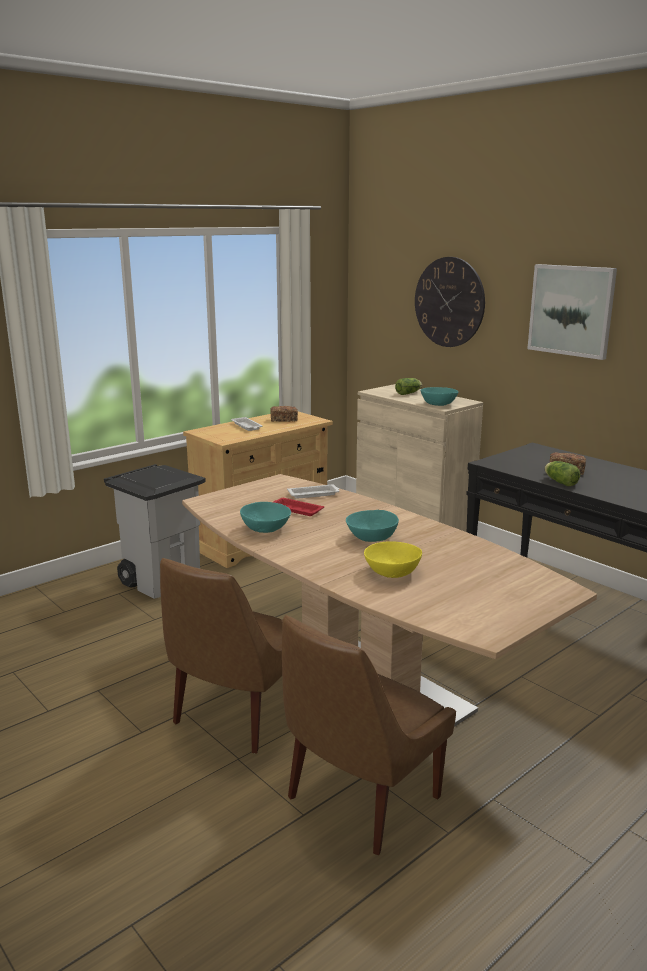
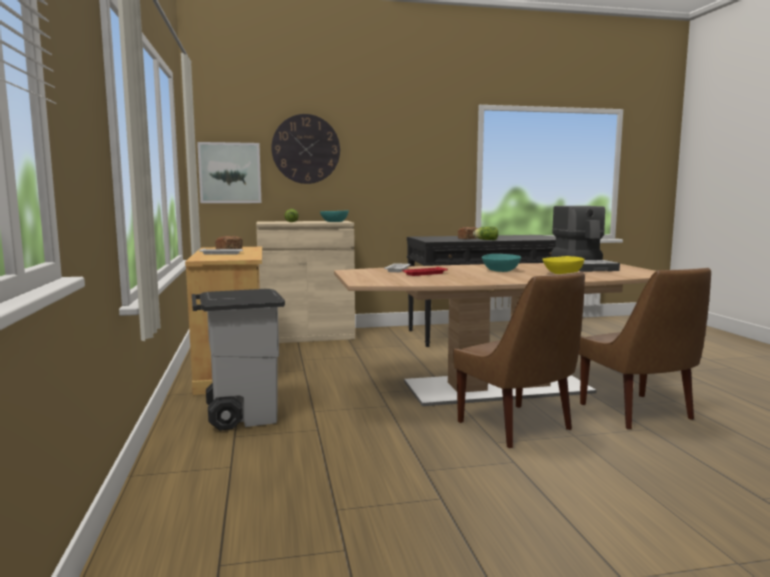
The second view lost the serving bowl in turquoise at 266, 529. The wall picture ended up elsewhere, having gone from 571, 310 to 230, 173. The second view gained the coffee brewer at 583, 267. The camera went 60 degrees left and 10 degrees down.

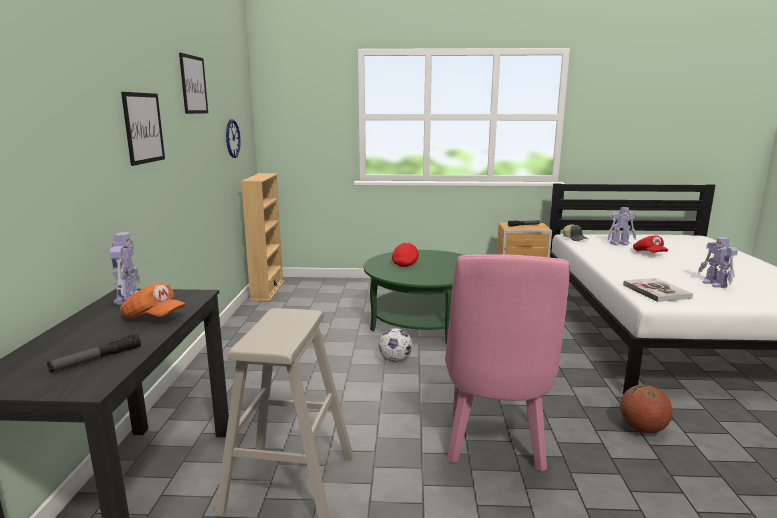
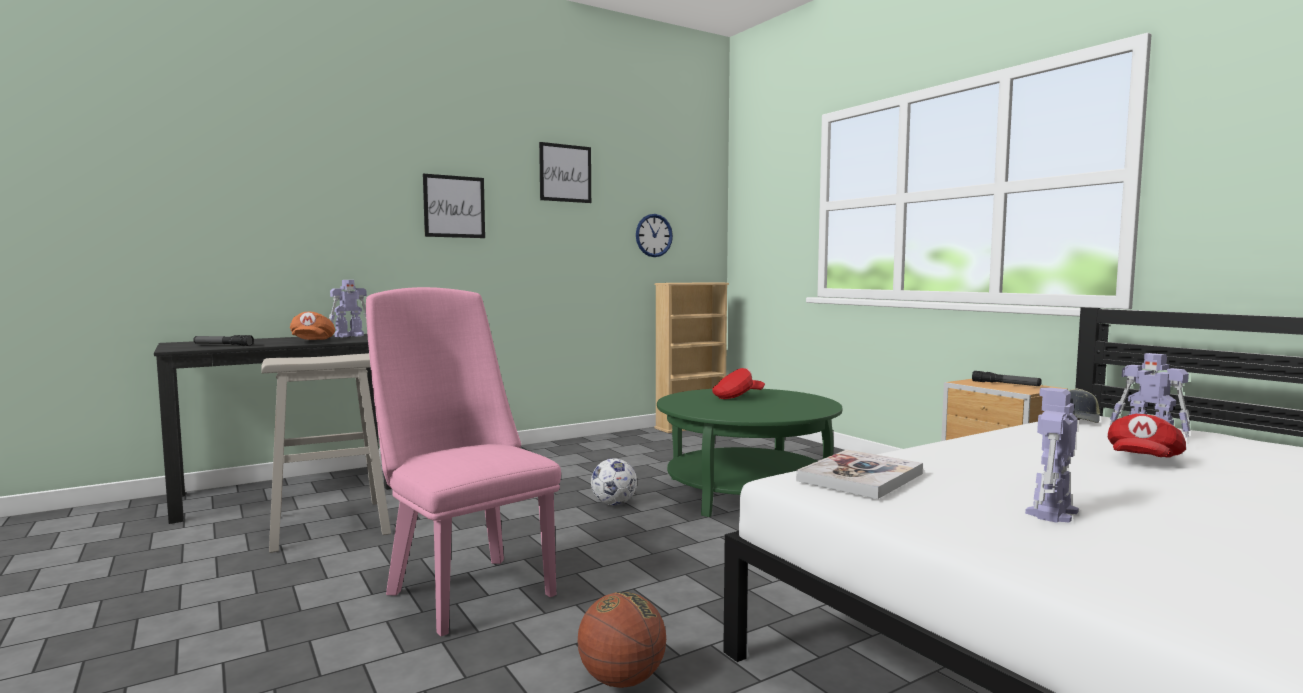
The plain chair in pinkish at 495, 447 ended up facing another way, 75 degrees clockwise from before. The camera went 55 degrees right and 10 degrees down.

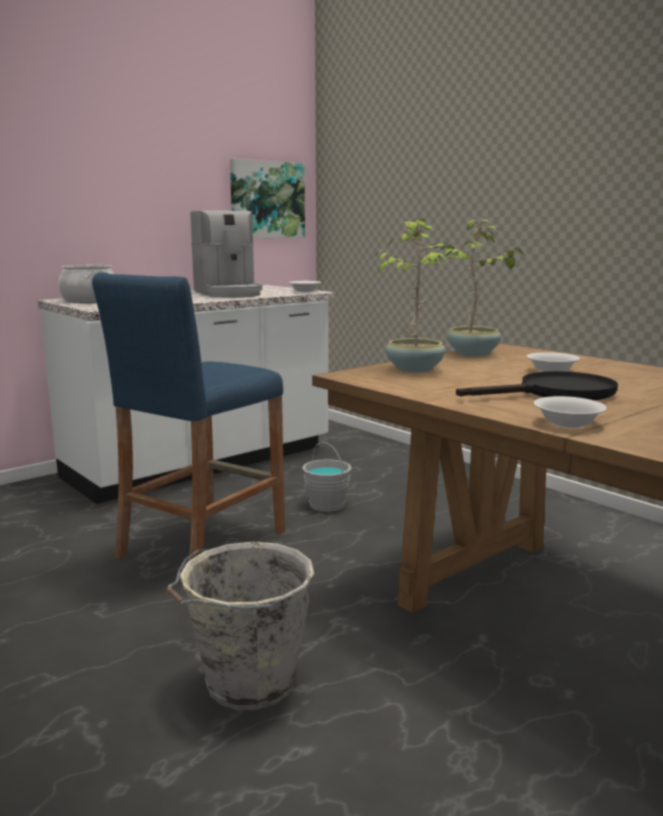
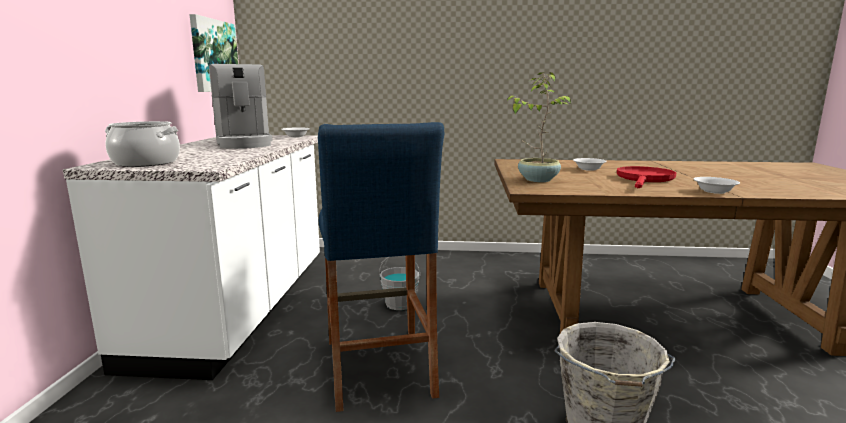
The coffee brewer at 228, 293 ended up facing another way, 45 degrees clockwise from before. The second view lost the potted plant at 474, 354. What was the pan in black at 555, 393 turned into the pan in reddish at 644, 179. The camera went 45 degrees left and 0 degrees up.

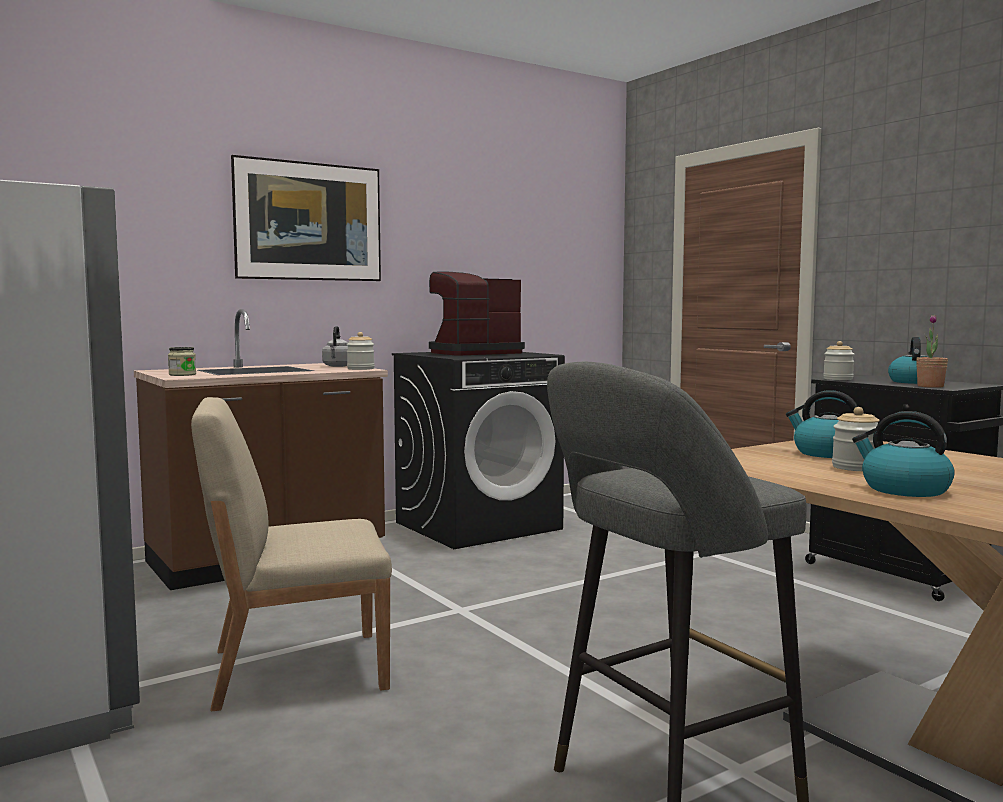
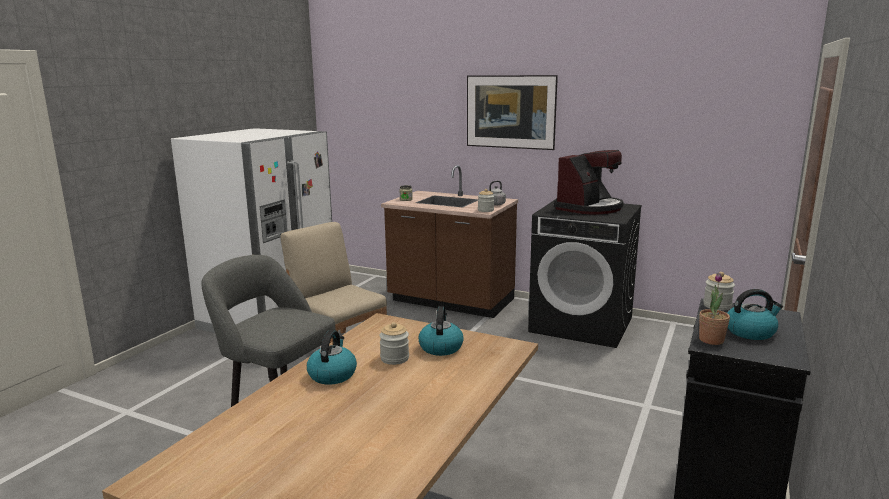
The coffee brewer at 472, 353 ended up facing another way, 105 degrees clockwise from before. The camera went 60 degrees right and 10 degrees up.

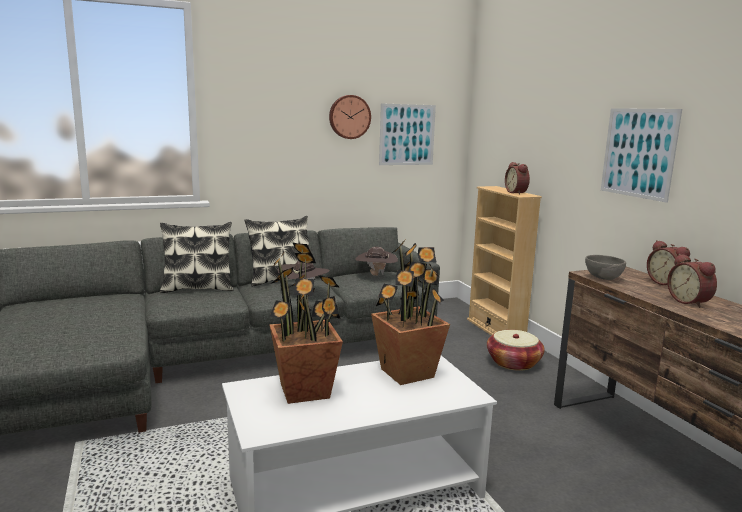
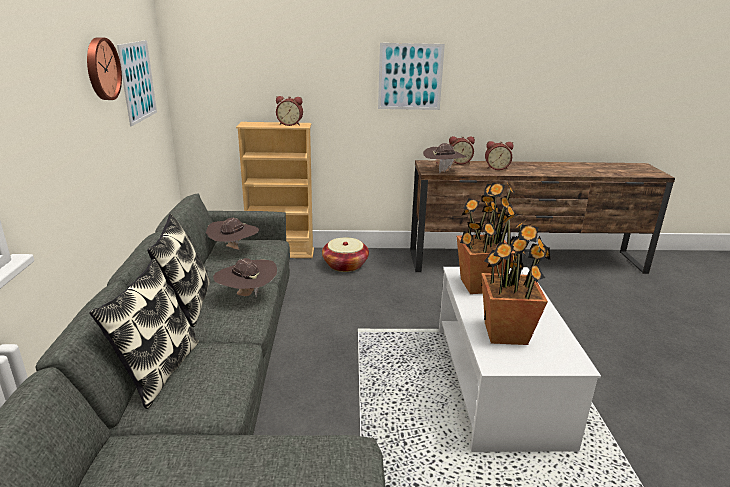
Where the serving bowl in grey stood at 603, 278, the hat in brownish came to stand at 443, 171. The camera went 70 degrees left and 10 degrees up.

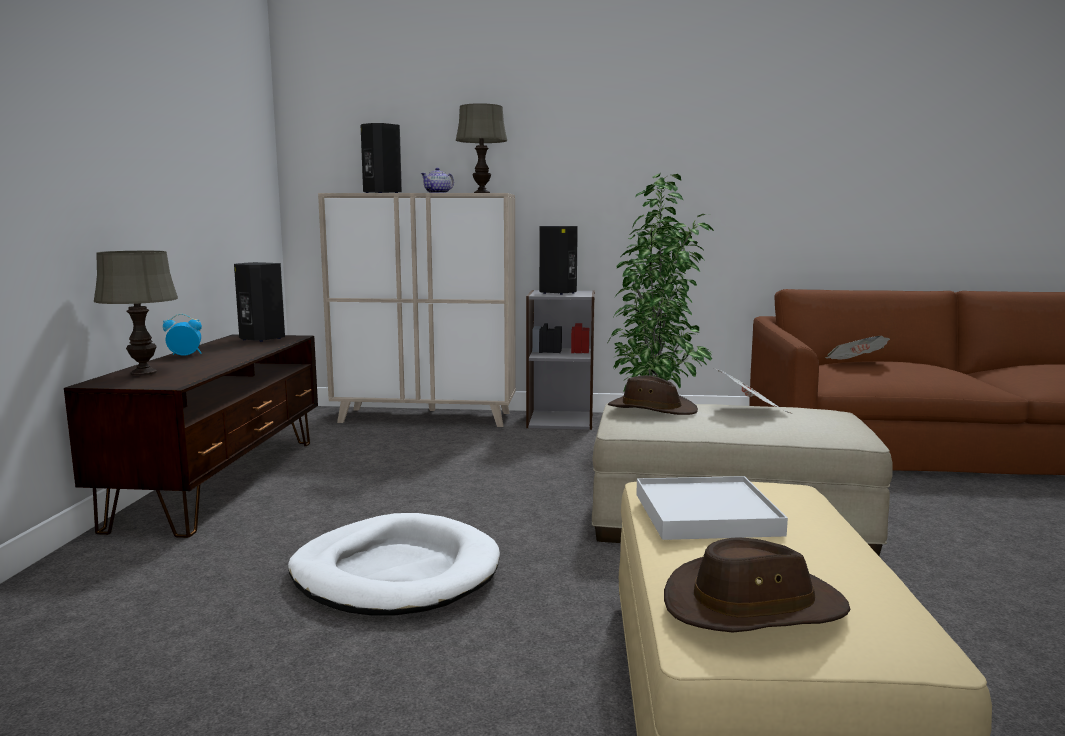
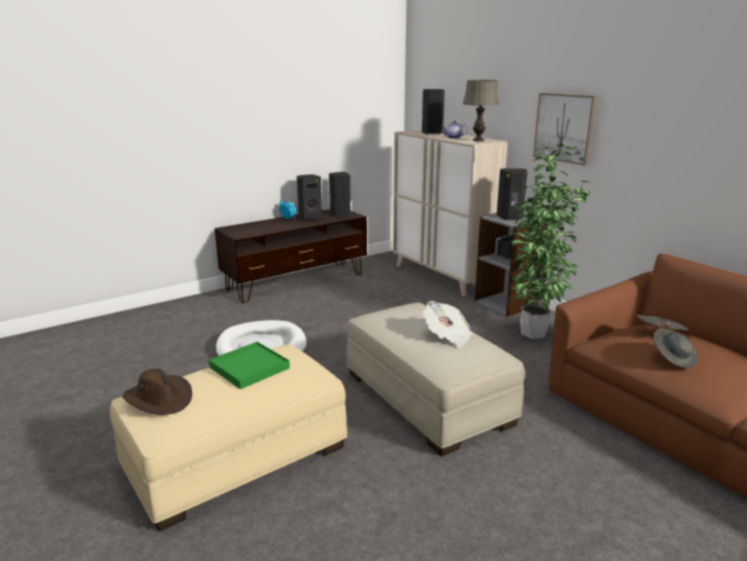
The second view lost the lamp for a table in grey at 144, 373. The second view lost the hat in brownish at 651, 409. What was the carrying tray in white at 706, 514 turned into the carrying tray in greenish at 249, 368. The second view gained the audio speaker in black at 309, 217. The second view gained the wall picture at 564, 128. The second view gained the hat in grey at 673, 358. The camera went 50 degrees right and 10 degrees up.

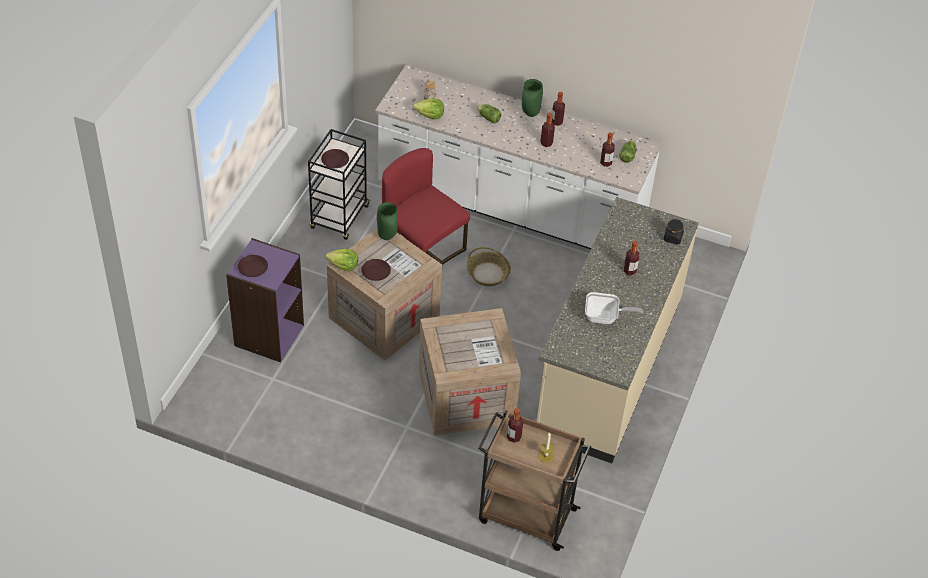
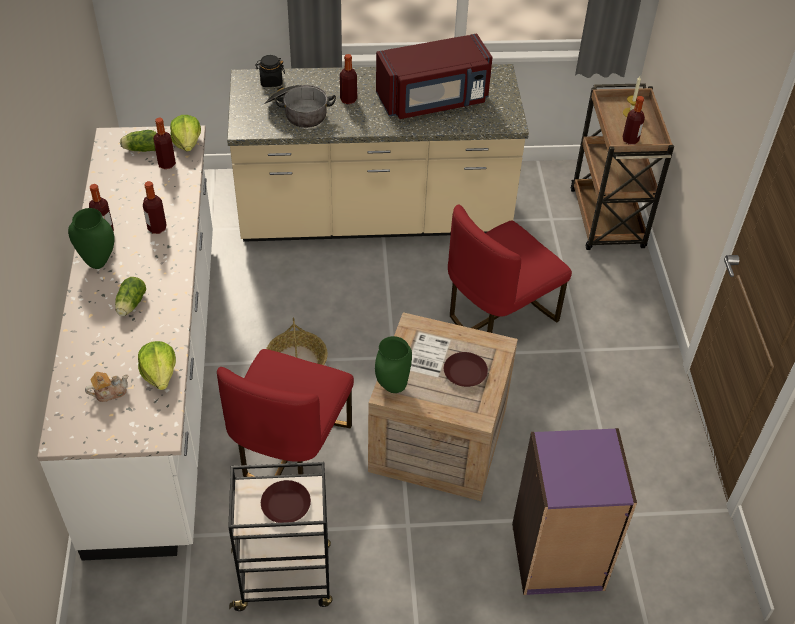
The second view lost the dinner plate in brownish at 252, 268. The head of lettuce ended up elsewhere, having gone from 343, 266 to 187, 143. Where the shipping crate stood at 467, 395, the plain chair in reddish came to stand at 499, 314. Where the pan stood at 604, 317, the microwave oven in reddish came to stand at 433, 100. The second view gained the stockpot at 298, 113. The camera went 115 degrees left and 0 degrees up.

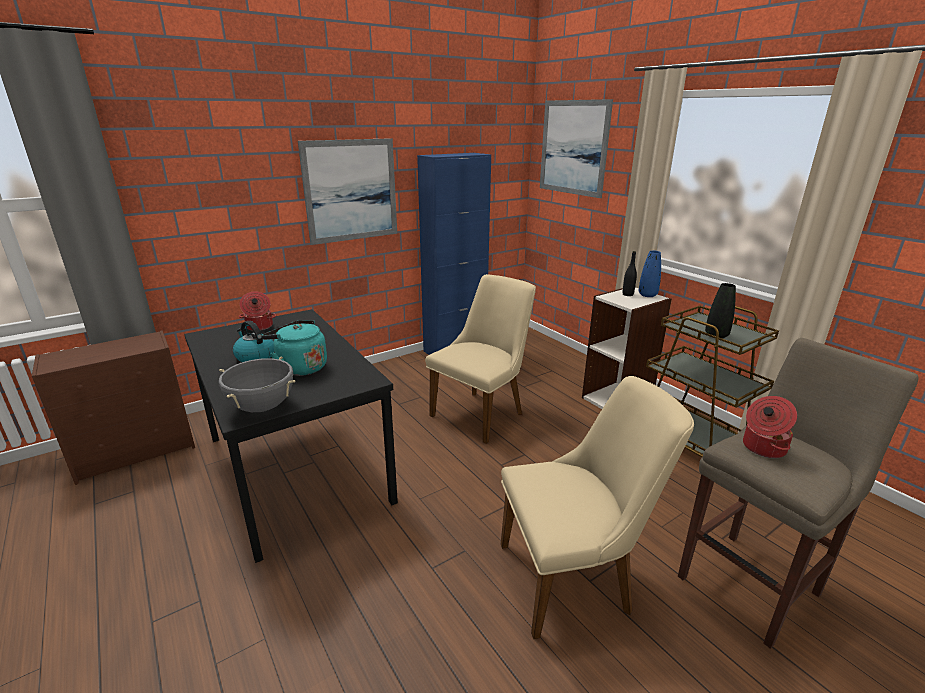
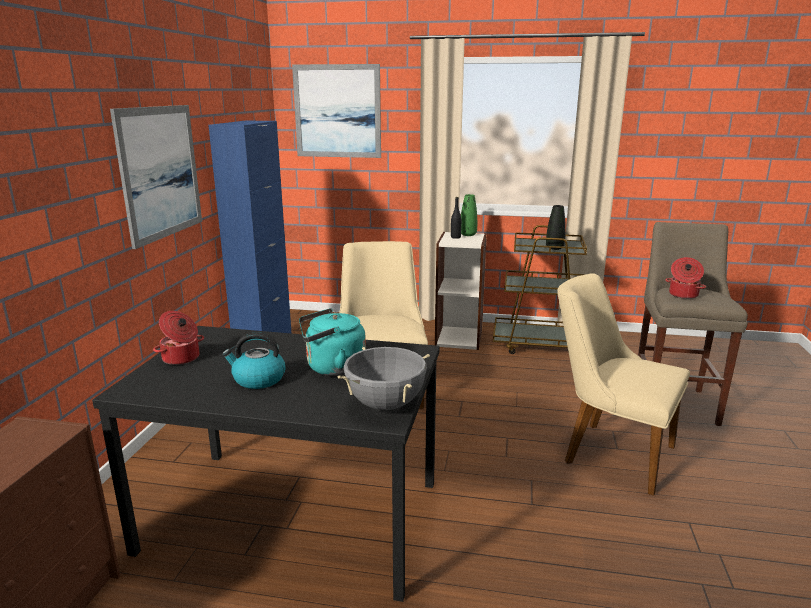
The plain chair in sand-coloured at 575, 577 ended up facing another way, 90 degrees counterclockwise from before. What was the decorative vase in blue-coloured at 647, 295 turned into the decorative vase in greenish at 468, 234. The camera went 45 degrees left and 5 degrees down.

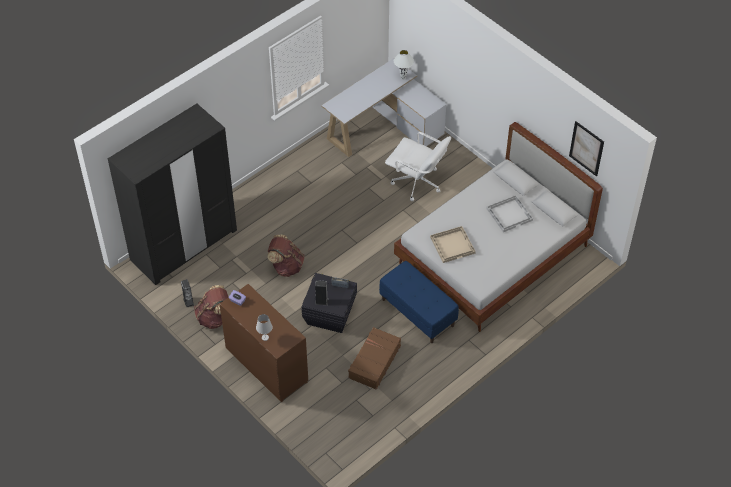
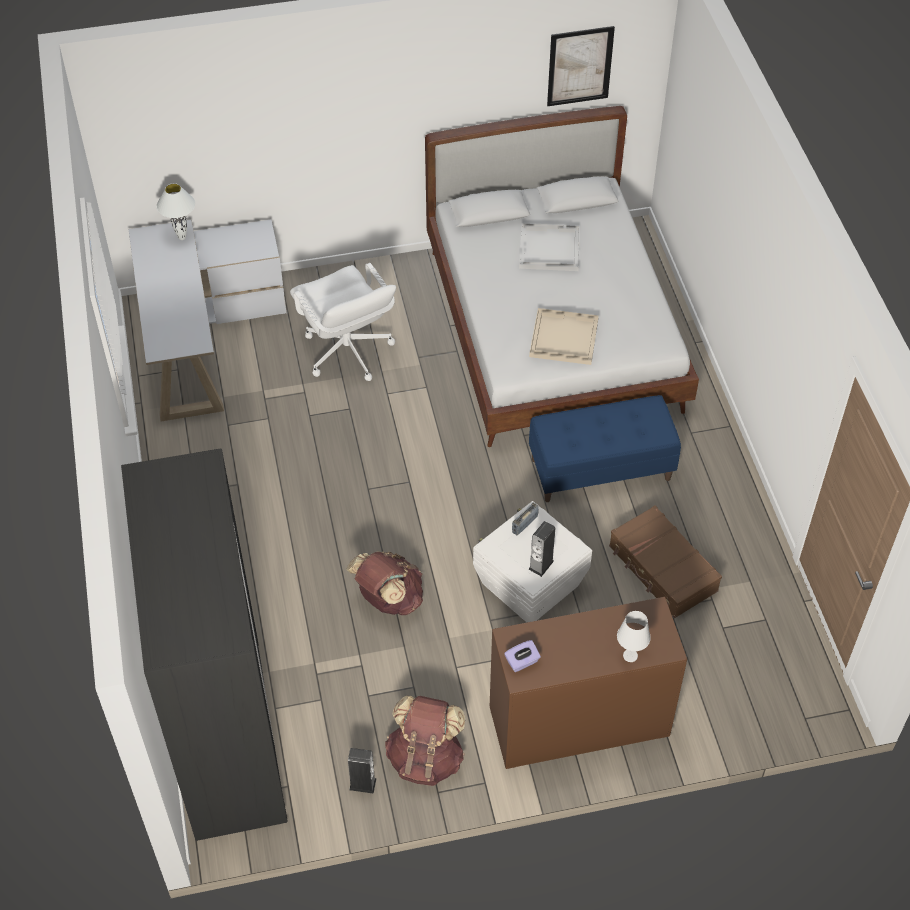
What was the storage container in black at 329, 314 turned into the storage container in white at 529, 584. The desk chair in white at 417, 183 ended up facing another way, 90 degrees clockwise from before. The camera went 60 degrees left and 0 degrees up.

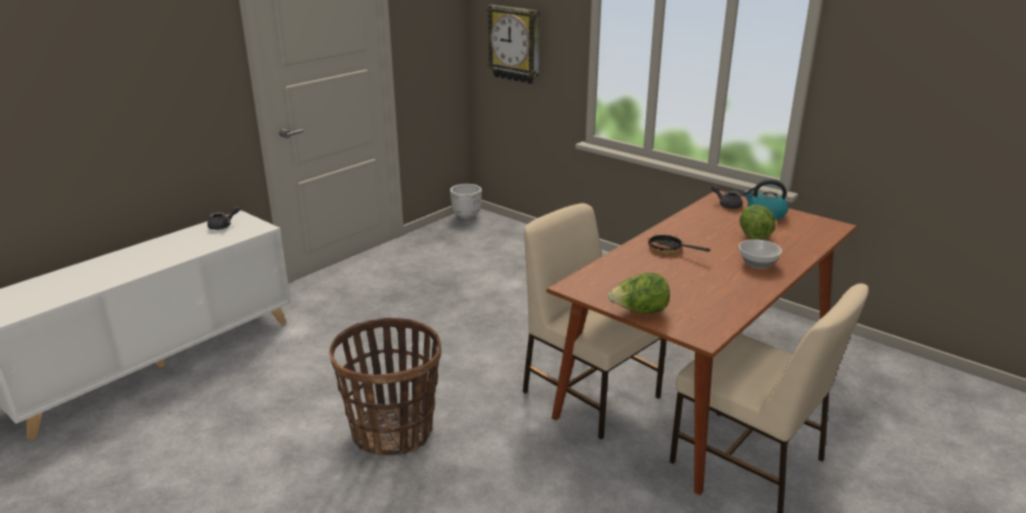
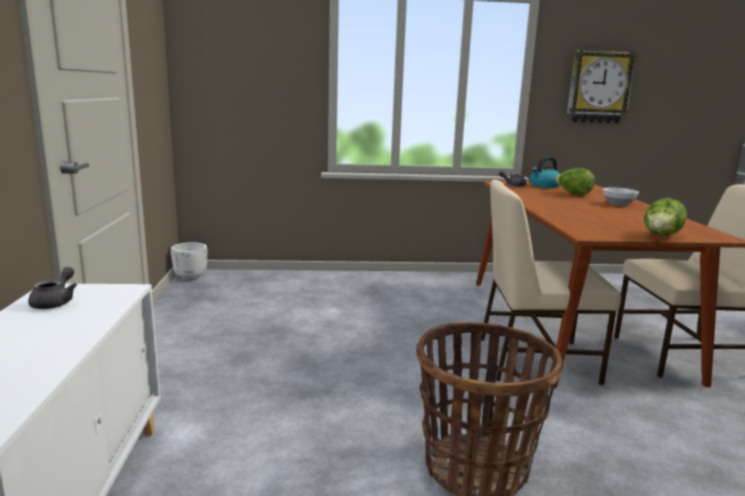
The clock on the wall ended up elsewhere, having gone from 515, 44 to 599, 87. The second view lost the pan at 670, 250. The camera went 45 degrees left and 10 degrees down.

